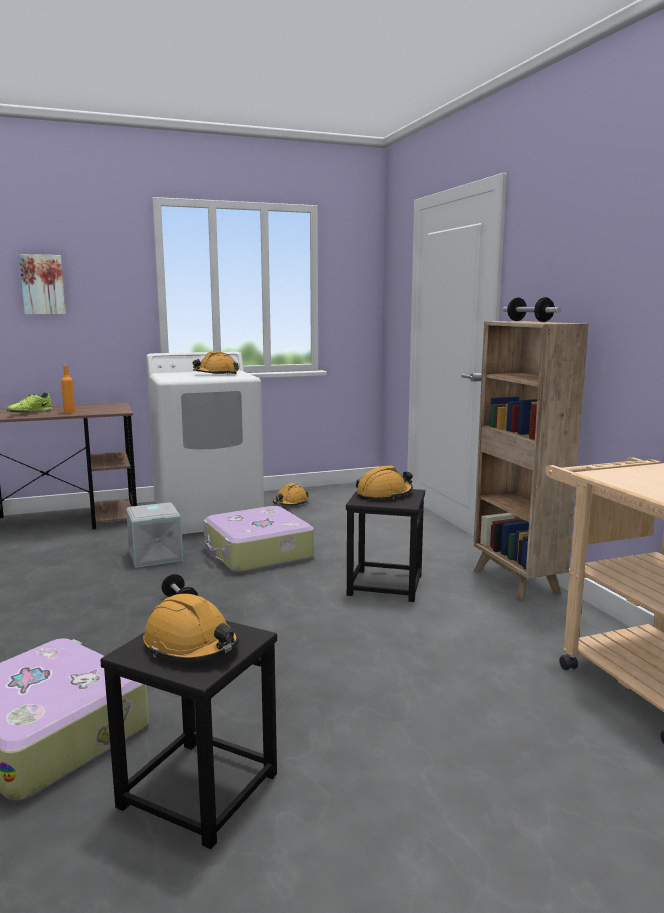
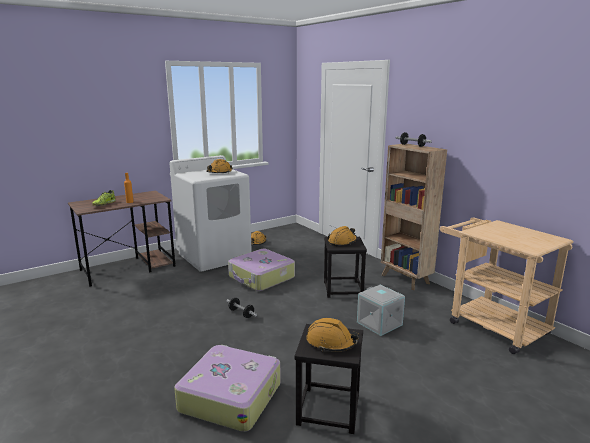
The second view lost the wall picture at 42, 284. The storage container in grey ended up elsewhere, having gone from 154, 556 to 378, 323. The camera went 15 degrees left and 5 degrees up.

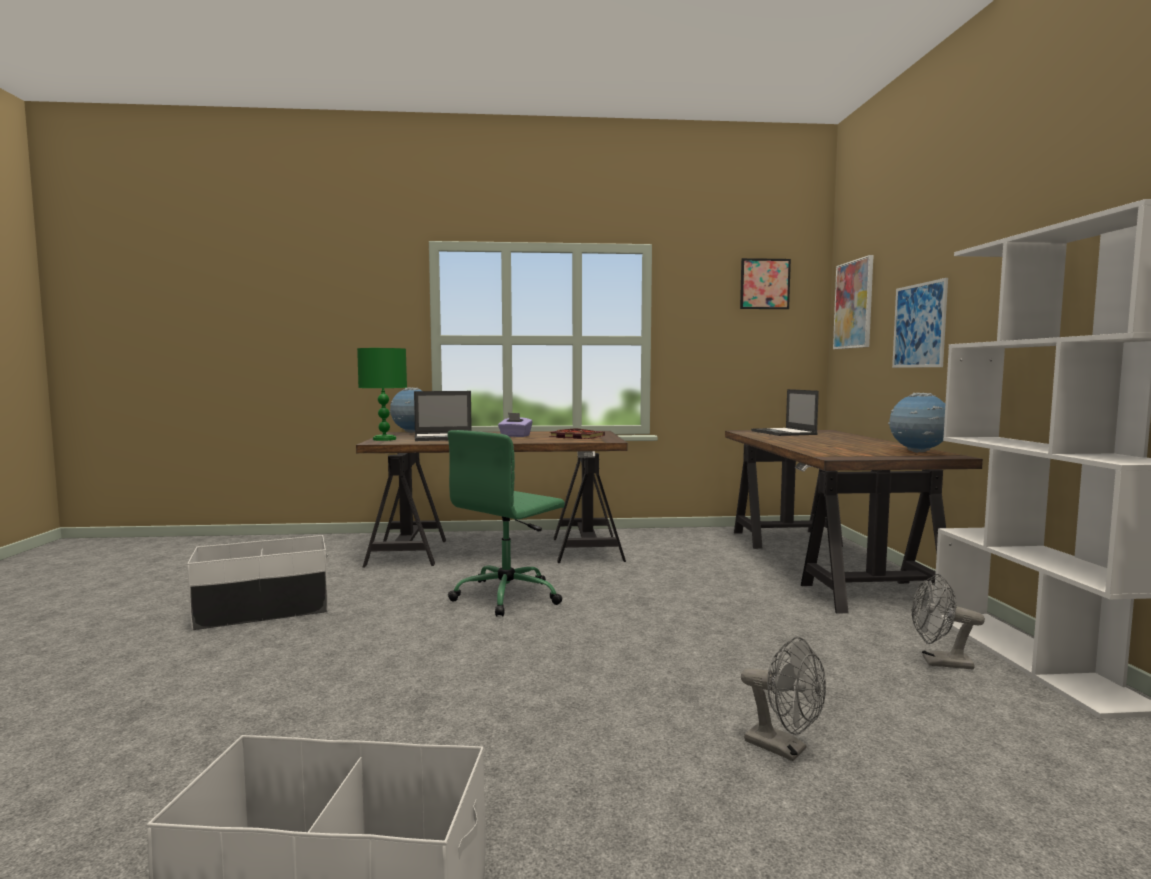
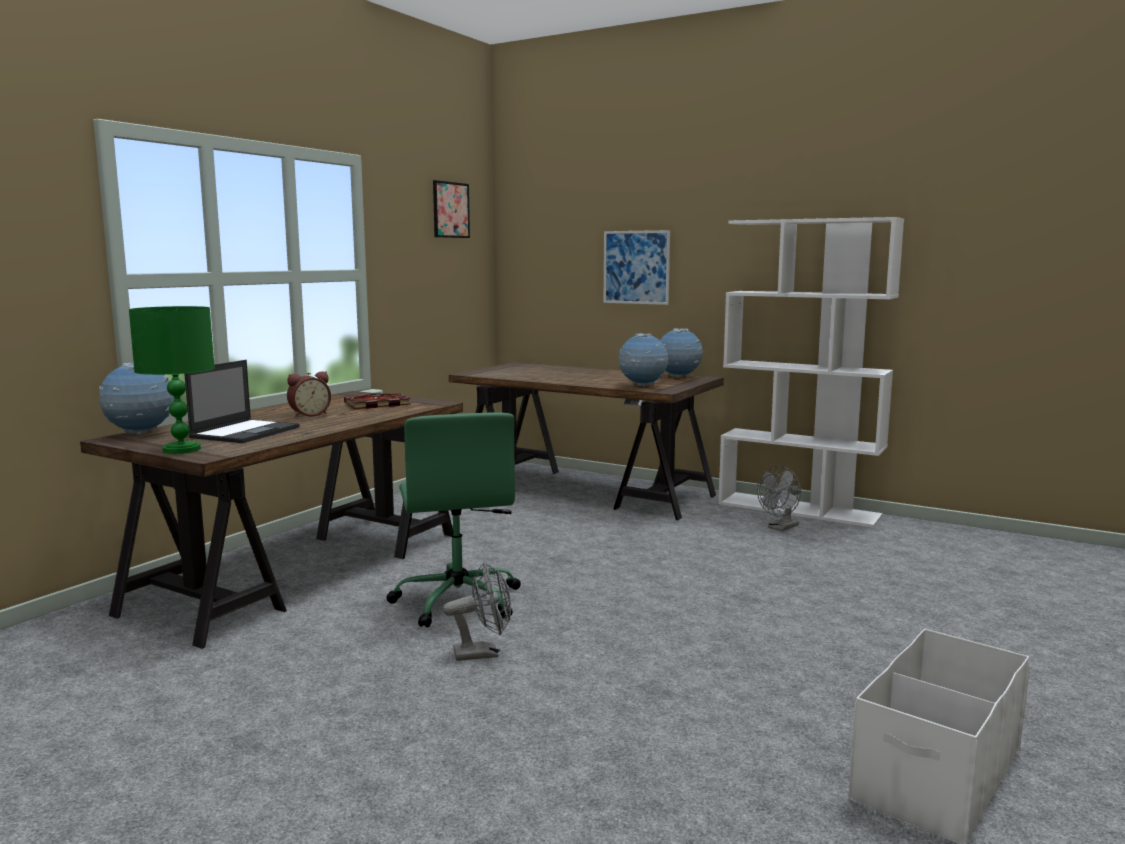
The second view lost the storage container in white at 263, 611. Where the box of tissues in purple-coloured stood at 515, 436, the alarm clock came to stand at 309, 414. The cooling fan in grey ended up elsewhere, having gone from 784, 749 to 483, 653. The second view lost the notebook computer at 784, 433. The second view lost the wall picture at 853, 304. The second view gained the globe at 642, 386. The camera went 55 degrees left and 5 degrees up.

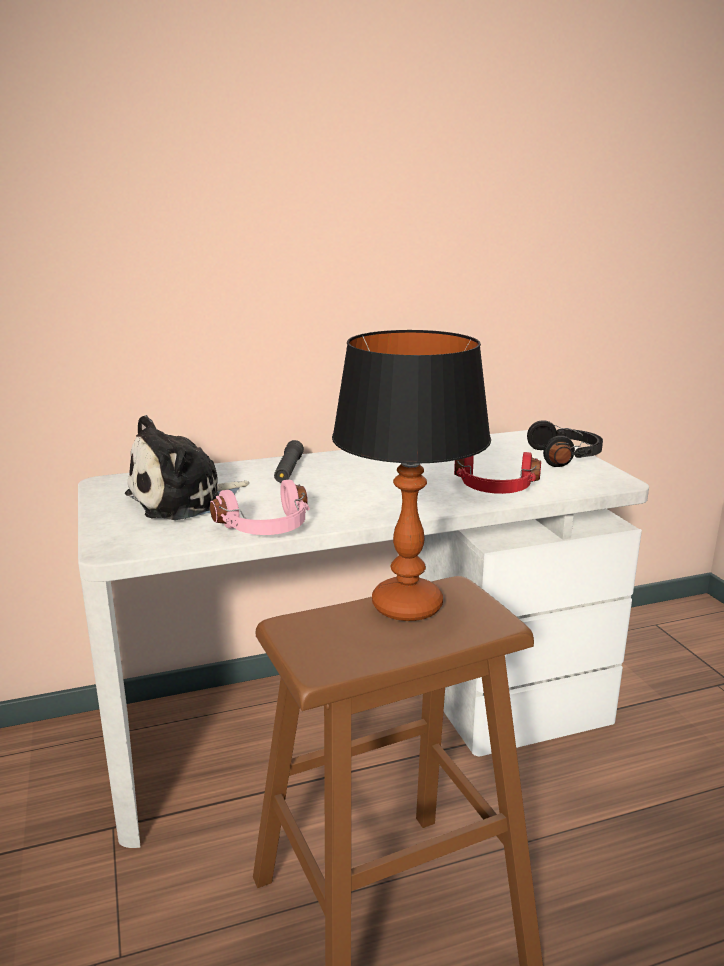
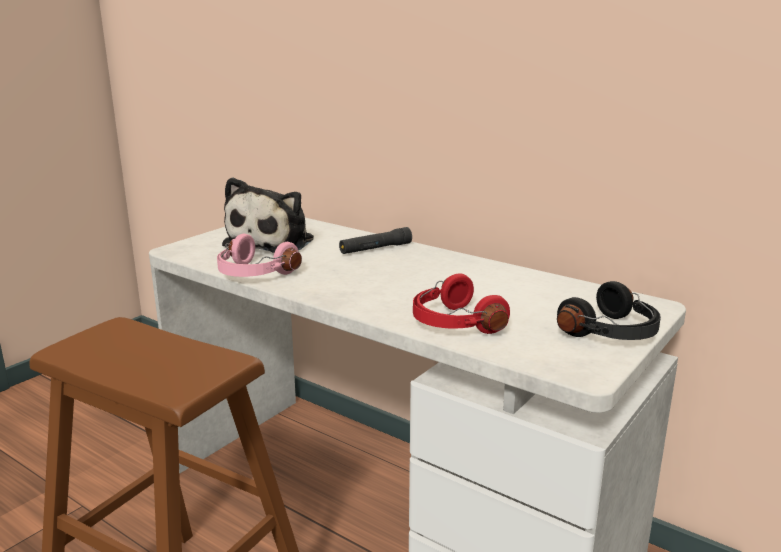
The plush toy at 185, 500 ended up facing another way, 90 degrees counterclockwise from before. The second view lost the lamp for a table at 407, 606. The camera went 55 degrees right and 0 degrees up.

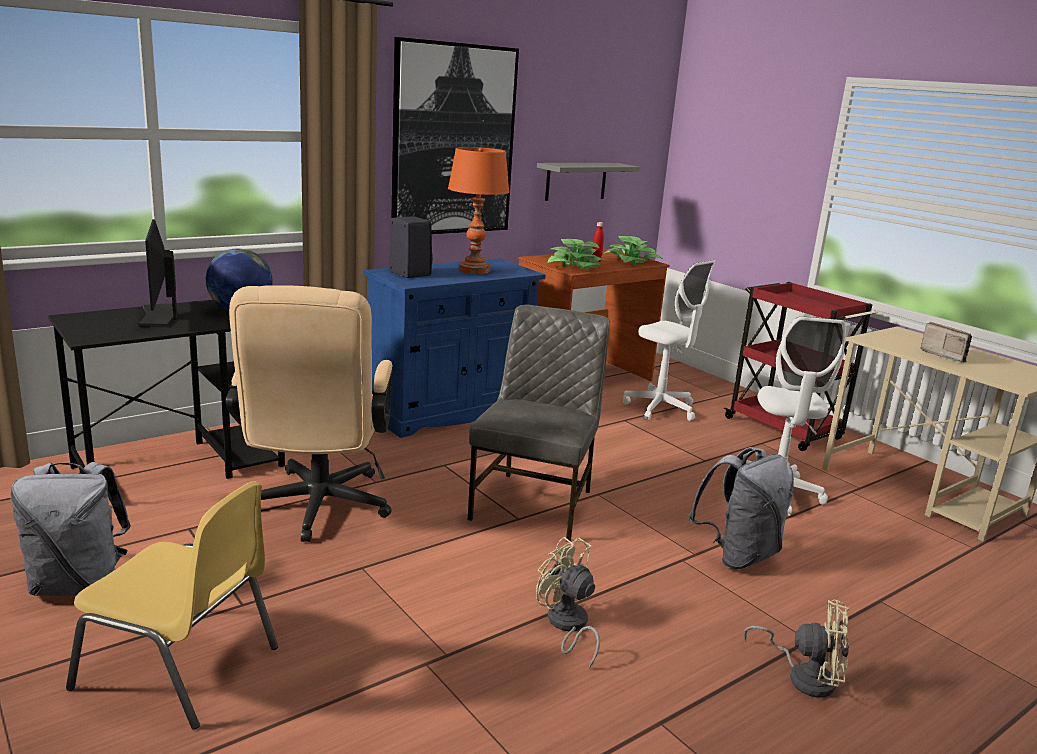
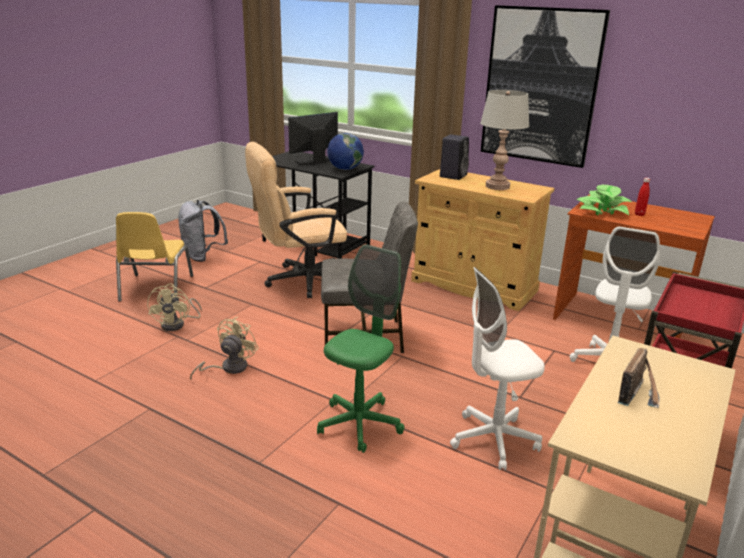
What was the storage cabinet in blue-coloured at 449, 410 turned into the storage cabinet in sand-coloured at 473, 286. What was the lamp for a table in orangey at 474, 270 turned into the lamp for a table in grey at 497, 186. The second view lost the bracket shelf in grey at 576, 181. The second view lost the potted plant at 632, 261. Where the knapsack in grey stood at 737, 555, the desk chair in greenish came to stand at 359, 424. The cooling fan in sand-coloured ended up elsewhere, having gone from 804, 676 to 177, 324. The camera went 70 degrees right and 5 degrees up.

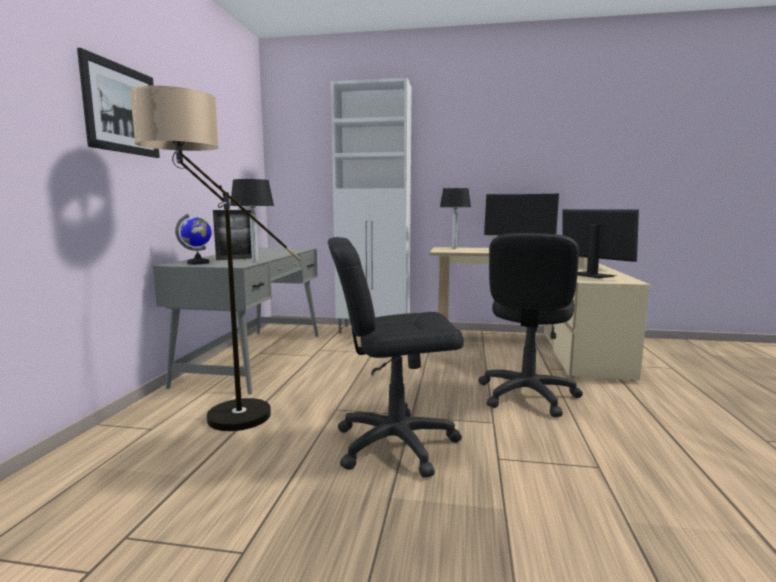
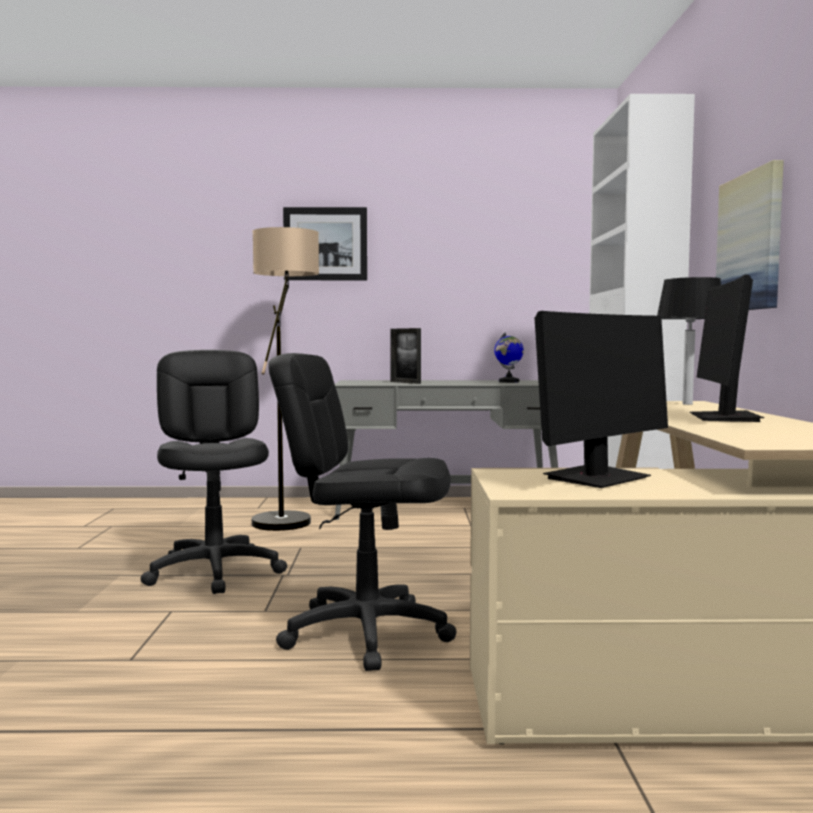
The globe ended up elsewhere, having gone from 198, 263 to 508, 382. The second view lost the lamp for a table at 254, 261. The second view gained the wall picture at 750, 242. The camera went 80 degrees right and 5 degrees down.

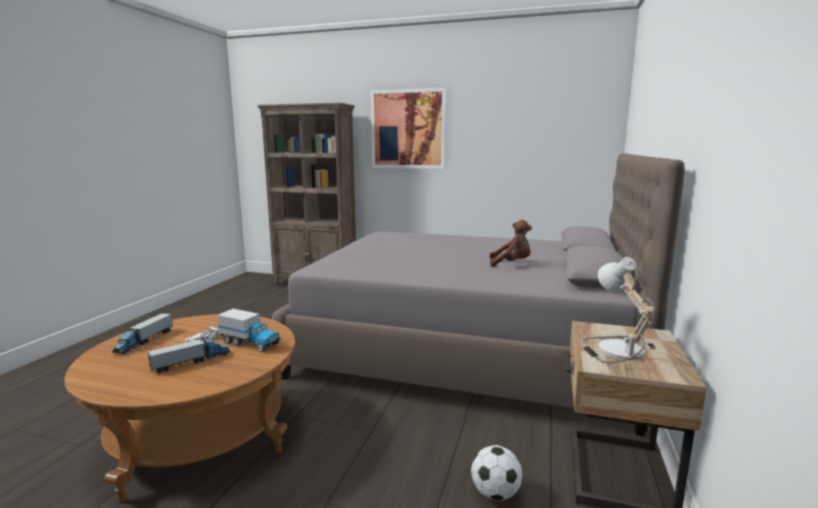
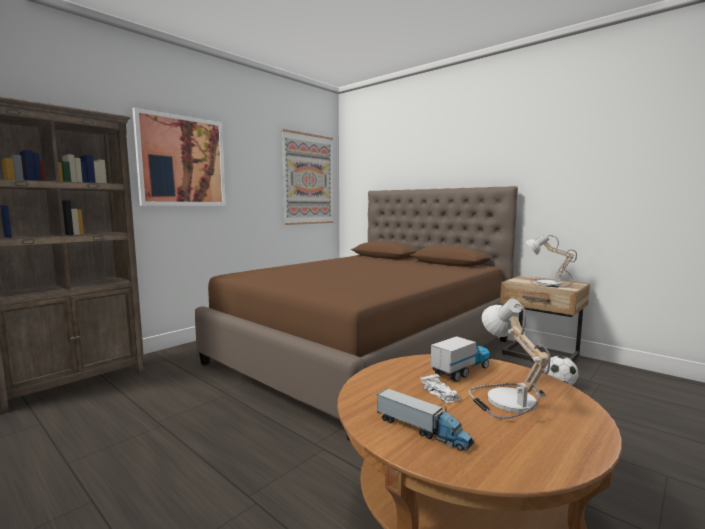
Where the model truck stood at 191, 362, the lamp for a table came to stand at 505, 399. What was the sleeping bed in grey at 466, 348 turned into the sleeping bed in brownish at 366, 351. The second view lost the plush toy in brownish at 511, 264. The second view gained the wall picture at 308, 179. The camera went 65 degrees left and 5 degrees down.

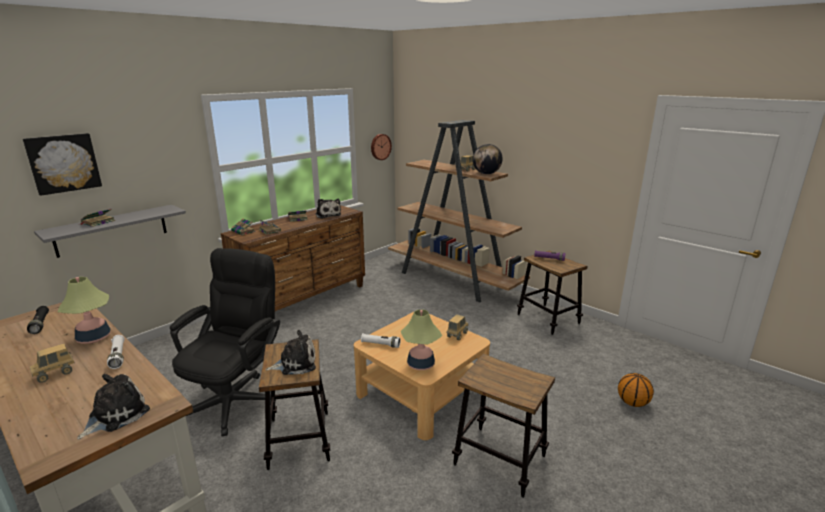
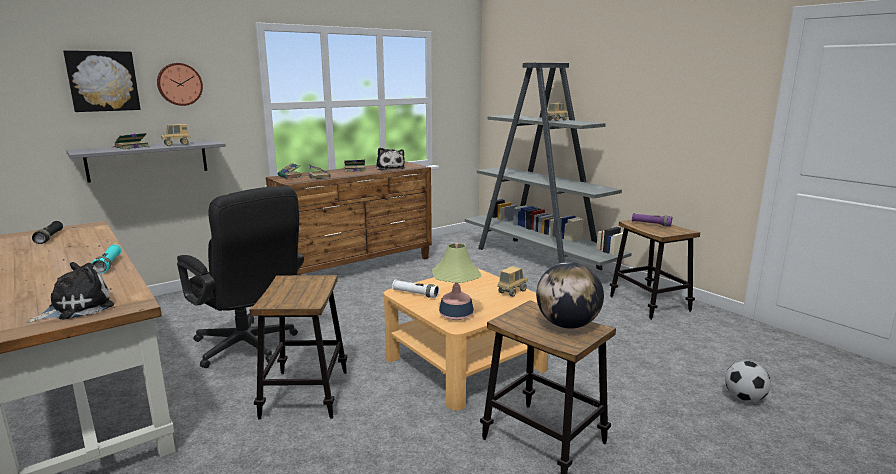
The model truck ended up elsewhere, having gone from 55, 374 to 177, 145. The second view lost the lamp for a table at 94, 338. What was the torch in white at 118, 356 turned into the torch in turquoise at 108, 265. The desk chair in black at 236, 398 ended up facing another way, 105 degrees clockwise from before. The second view lost the plush toy at 295, 363. The clock on the wall ended up elsewhere, having gone from 380, 146 to 179, 84. What was the shelving unit in brownish at 453, 280 turned into the shelving unit in grey at 538, 259. The globe ended up elsewhere, having gone from 486, 174 to 567, 325. Where the ball for basketball stood at 632, 402, the football ball came to stand at 744, 398. The camera went 10 degrees right and 5 degrees down.

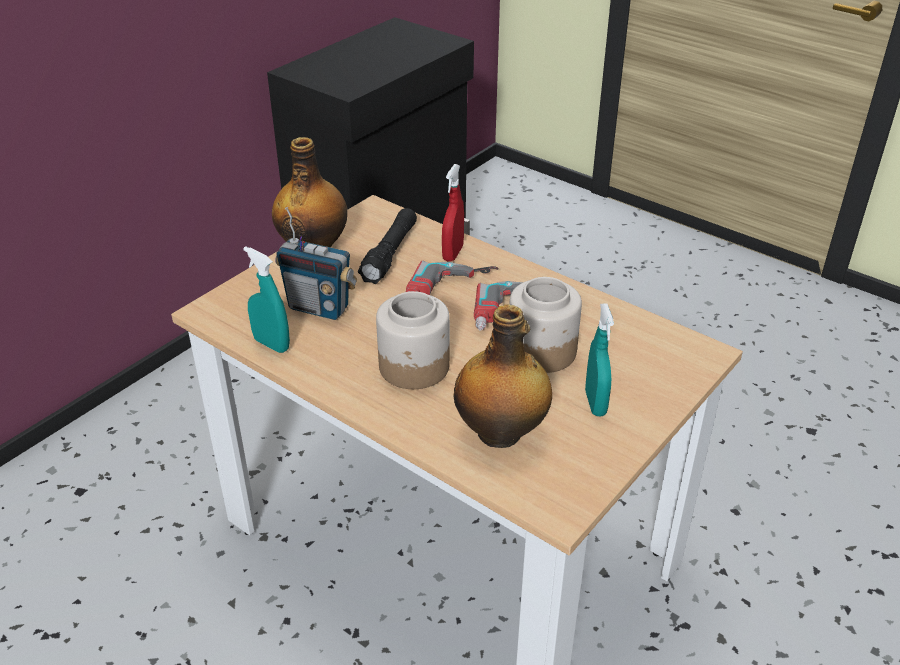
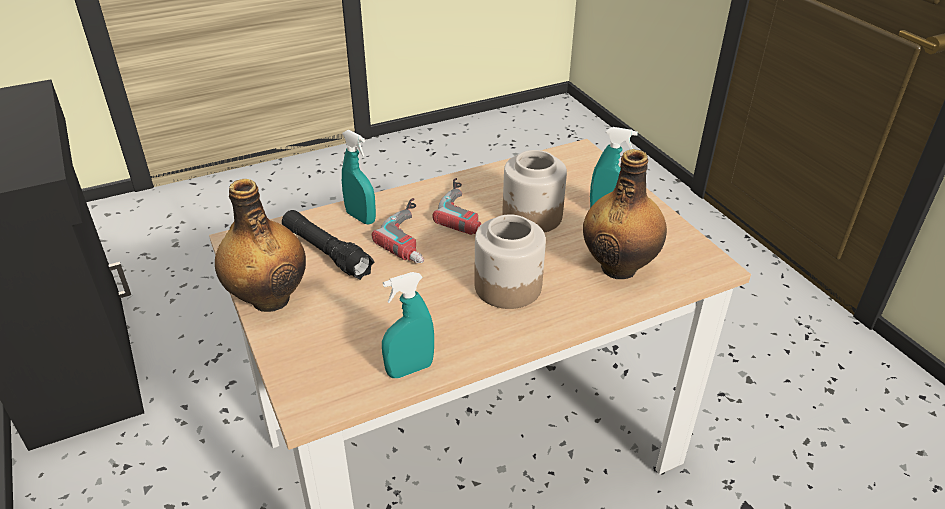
The second view lost the radio at 319, 307. What was the sprayer in reddish at 453, 253 turned into the sprayer in turquoise at 361, 217. The camera went 65 degrees left and 0 degrees up.

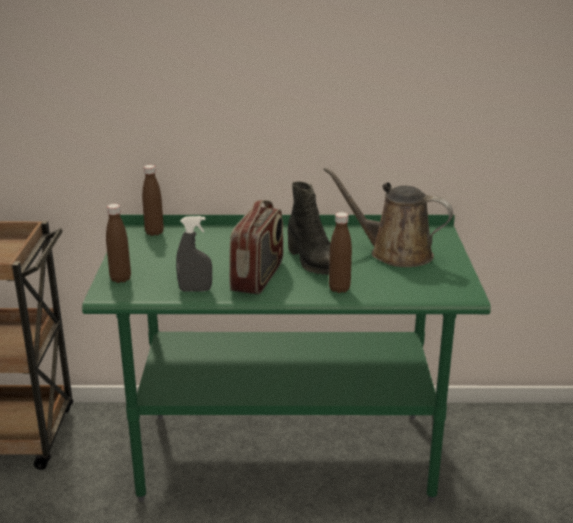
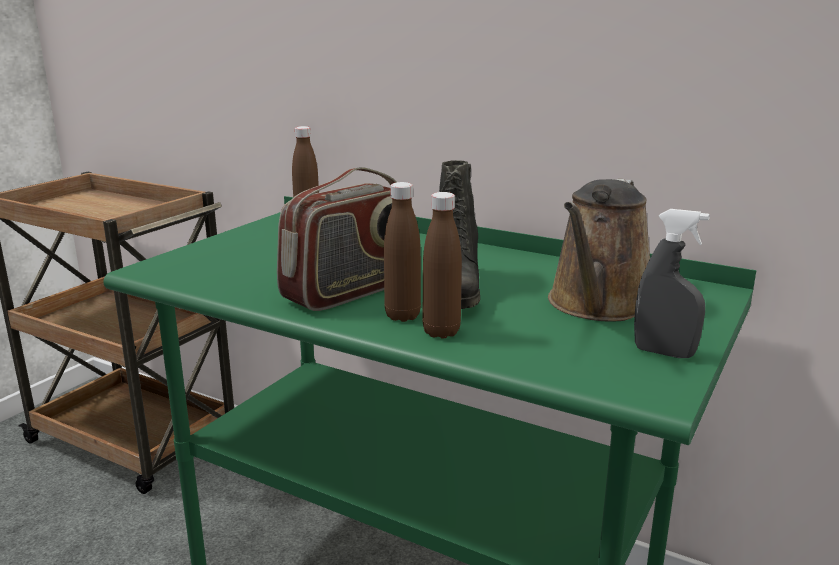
The bottle in brownish ended up elsewhere, having gone from 120, 279 to 402, 316. The sprayer in grey ended up elsewhere, having gone from 195, 290 to 664, 353. The sprinkling can in brownish at 394, 253 ended up facing another way, 120 degrees counterclockwise from before. The camera went 30 degrees right and 5 degrees down.

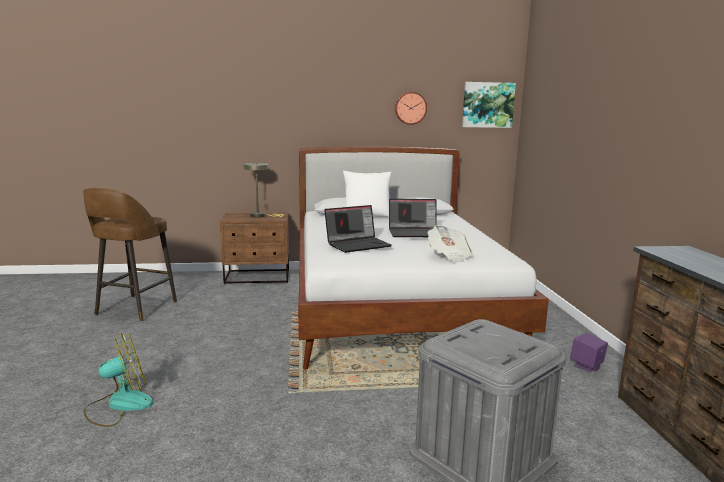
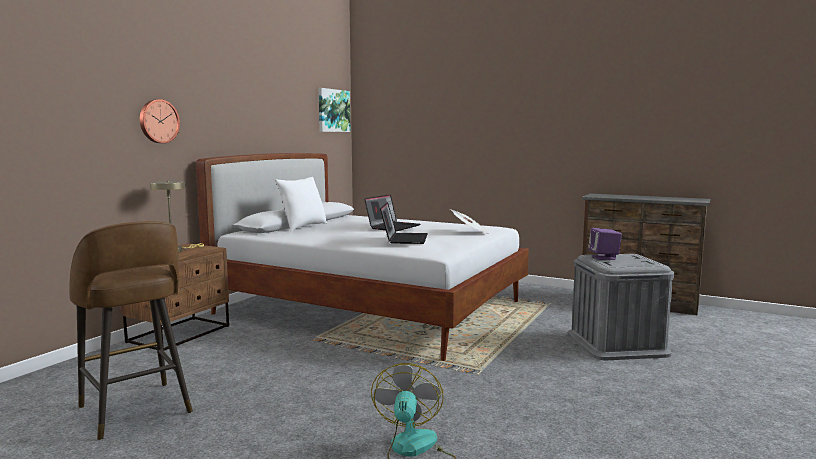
The clock on the wall ended up elsewhere, having gone from 410, 108 to 158, 121. The audio speaker in purple-coloured ended up elsewhere, having gone from 586, 366 to 604, 257. The camera went 55 degrees left and 5 degrees down.

